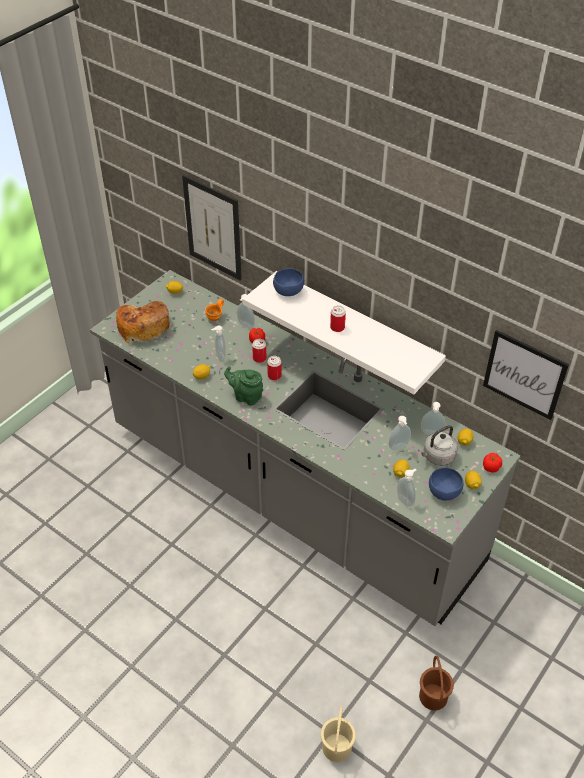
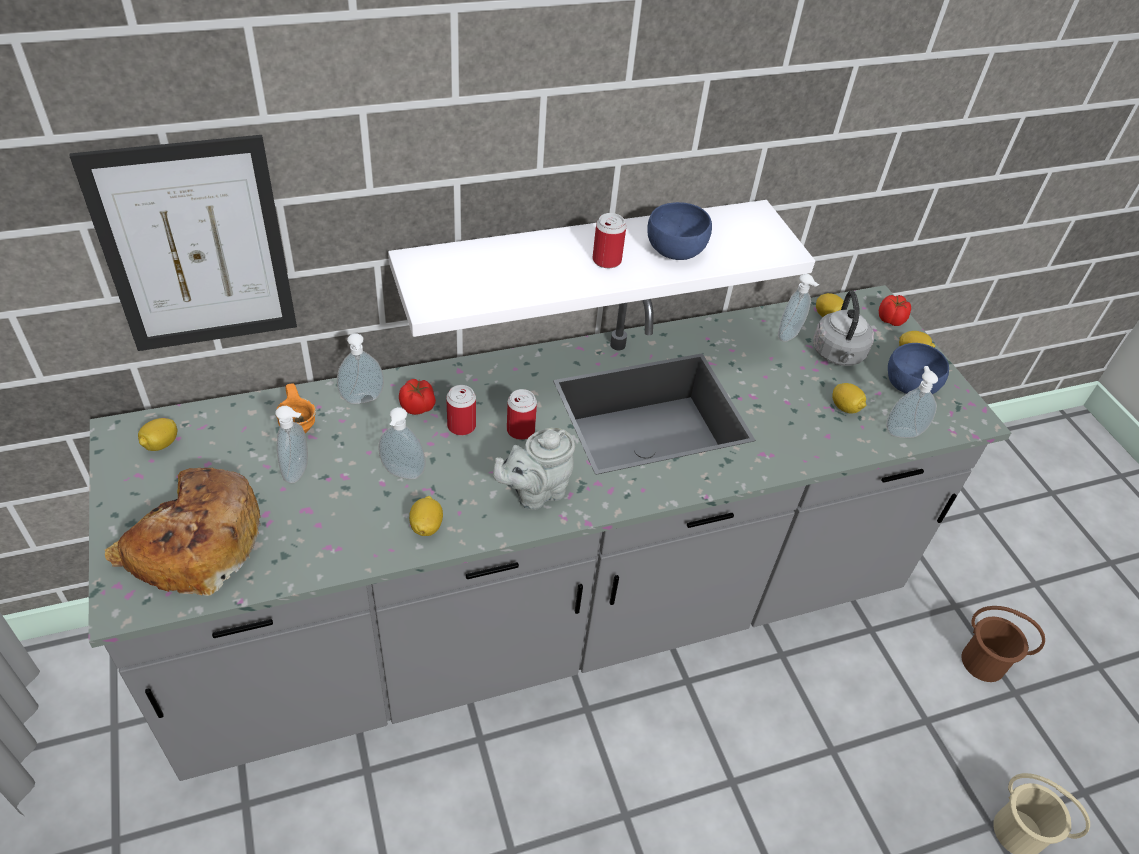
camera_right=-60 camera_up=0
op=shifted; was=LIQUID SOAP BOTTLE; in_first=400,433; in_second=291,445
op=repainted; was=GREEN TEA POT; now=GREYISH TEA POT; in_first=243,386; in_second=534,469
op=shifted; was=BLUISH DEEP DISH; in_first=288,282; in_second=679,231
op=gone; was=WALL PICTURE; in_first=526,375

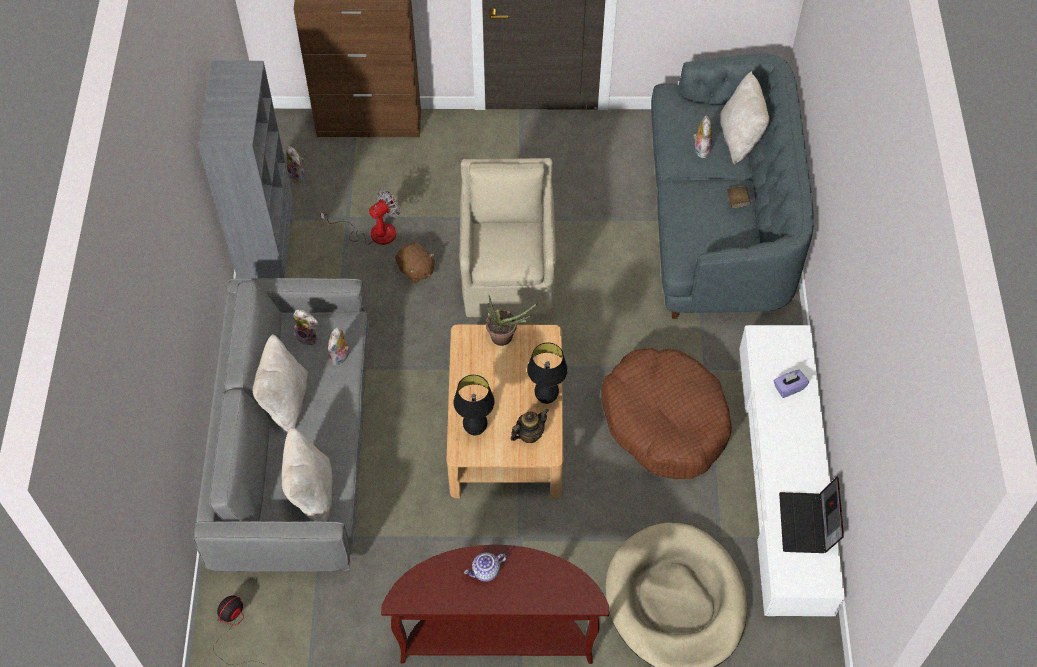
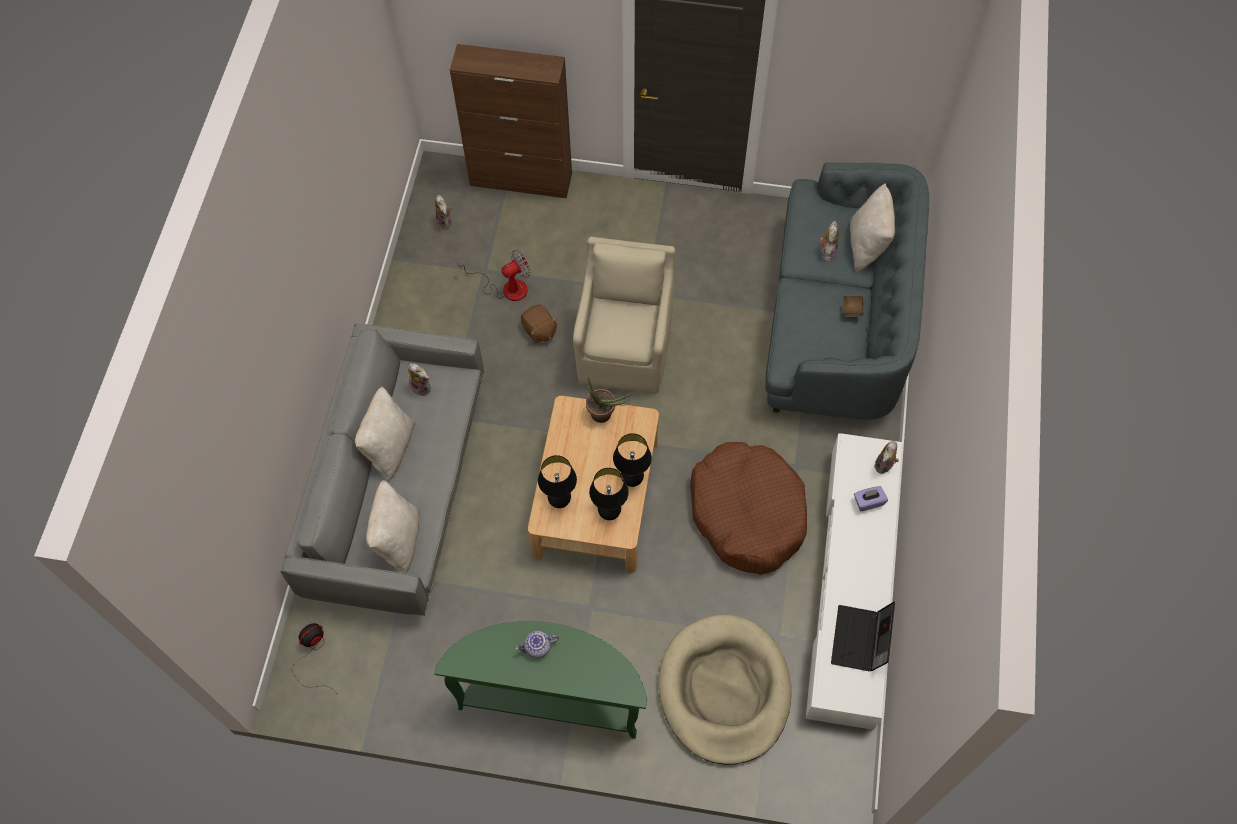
camera_right=10 camera_up=5
op=repainted; was=BROWN-COLOURED NARROW TABLE; now=GREEN NARROW TABLE; in_first=495,604; in_second=540,680
op=swapped; was=TEA POT; now=BLACK-COLOURED TABLETOP LAMP; in_first=529,426; in_second=609,494
op=shifted; was=CUDDLY TOY; in_first=338,346; in_second=886,457
op=gone; was=GREYISH SHELVING UNIT; in_first=245,170

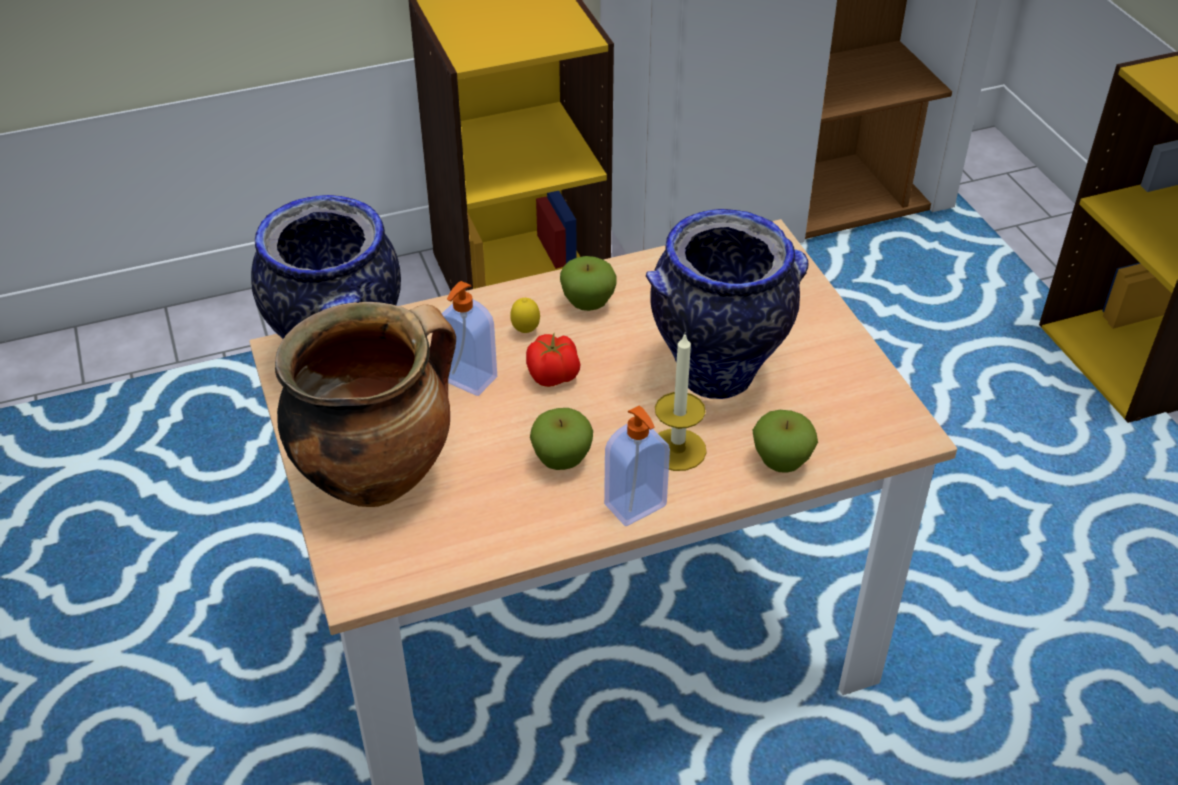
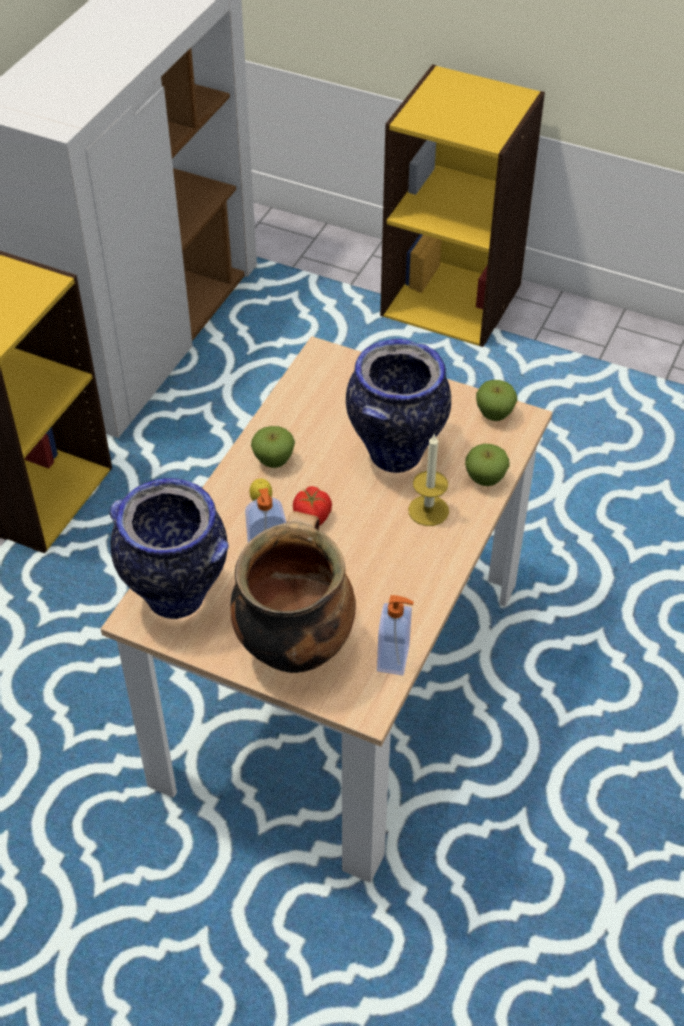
camera_right=-45 camera_up=5
op=shifted; was=LIQUID SOAP BOTTLE; in_first=637,466; in_second=395,635
op=shifted; was=APPLE; in_first=561,439; in_second=496,400

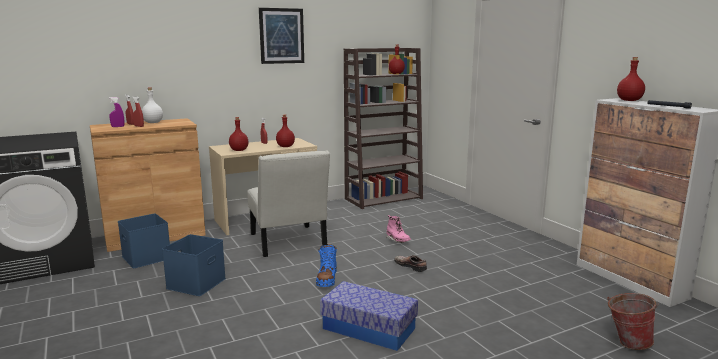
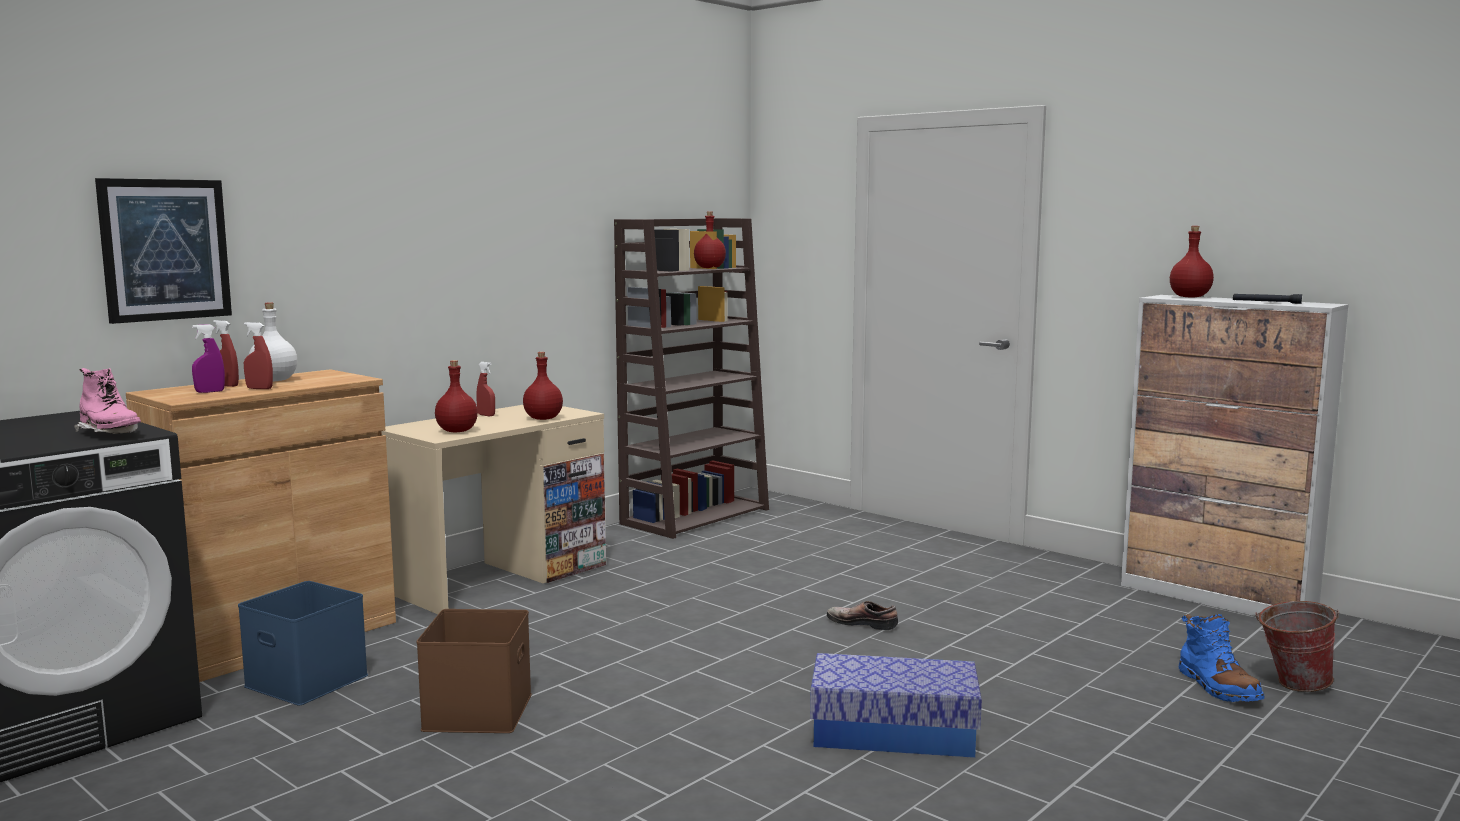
camera_right=-20 camera_up=-5
op=shifted; was=PINKISH BOOT; in_first=398,229; in_second=107,401
op=shifted; was=WALL PICTURE; in_first=281,36; in_second=163,251
op=repainted; was=BLUISH STORAGE BOX; now=BROWN-COLOURED STORAGE BOX; in_first=194,265; in_second=474,671
op=shifted; was=BLUISH BOOT; in_first=326,265; in_second=1222,658
op=gone; was=WHITE-COLOURED PLAIN CHAIR; in_first=288,203

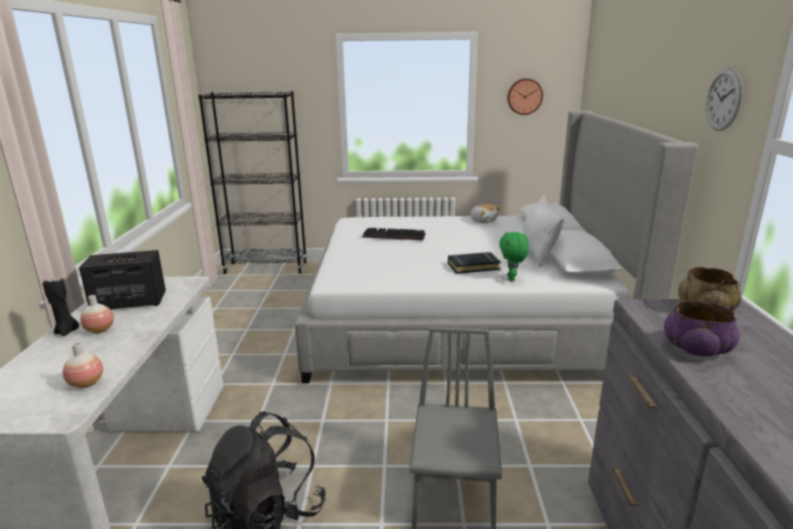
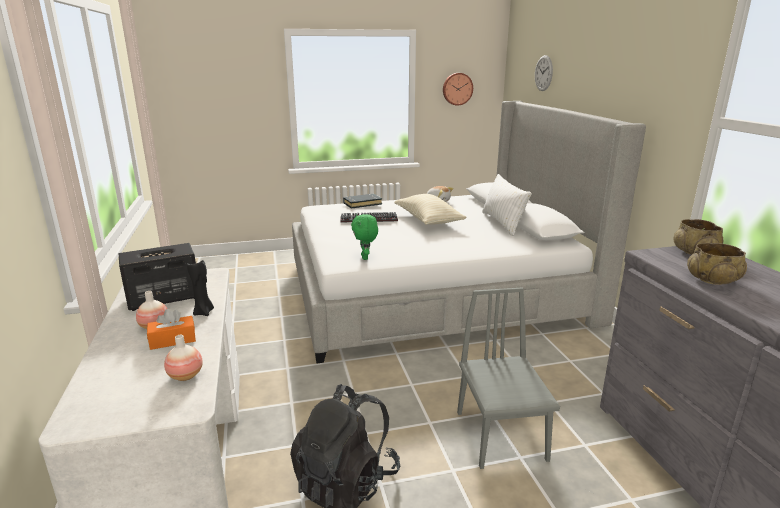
camera_right=-15 camera_up=0
op=new; now=ORANGE TISSUE HOLDER; in_second=171,329
op=shifted; was=BLACK-COLOURED WAX CANDLE; in_first=61,307; in_second=200,288
op=shifted; was=BLACK-COLOURED VOLUME; in_first=474,263; in_second=362,201
op=shifted; was=GREEN CUDDLY TOY; in_first=514,256; in_second=364,237
op=new; now=BEIGE CUSHION; in_second=430,209
op=shifted; was=CLOCK ON THE WALL; in_first=724,99; in_second=544,73
op=repainted; was=PURPLISH DEEP DISH; now=BEIGE DEEP DISH; in_first=702,329; in_second=717,264
op=gone; was=BLACK-COLOURED SHELVING UNIT; in_first=252,182

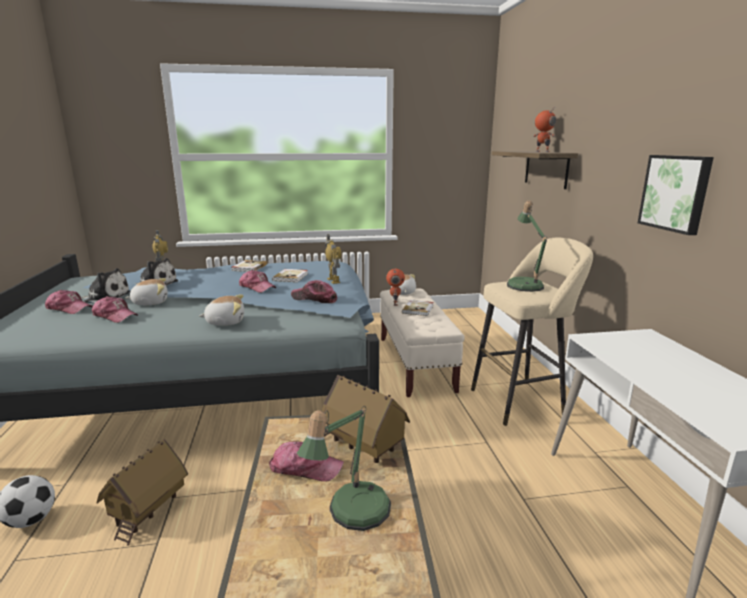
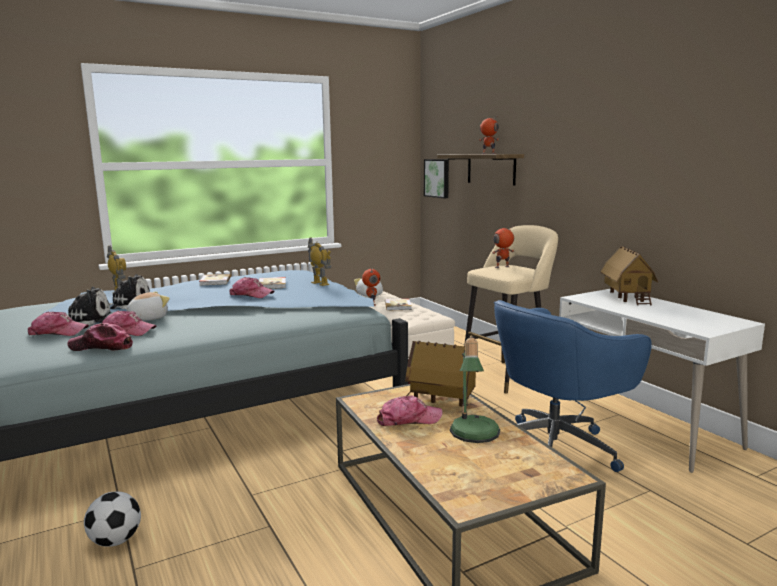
camera_right=-20 camera_up=-5
op=shifted; was=BASEBALL CAP; in_first=314,291; in_second=100,337
op=shifted; was=WALL PICTURE; in_first=676,195; in_second=436,178
op=swapped; was=TABLETOP LAMP; now=TOY ROBOT; in_first=527,246; in_second=503,247
op=new; now=BLUISH COMPUTER CHAIR; in_second=573,386
op=shifted; was=MODEL HOUSE; in_first=142,492; in_second=629,276
op=gone; was=CUDDLY TOY; in_first=221,310

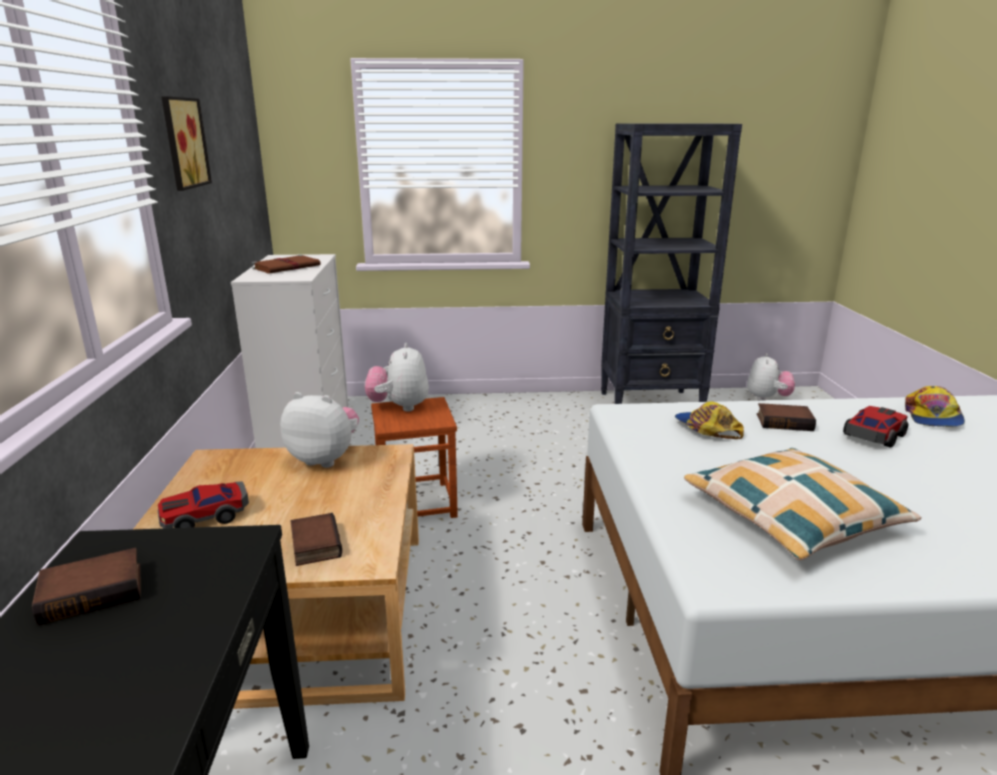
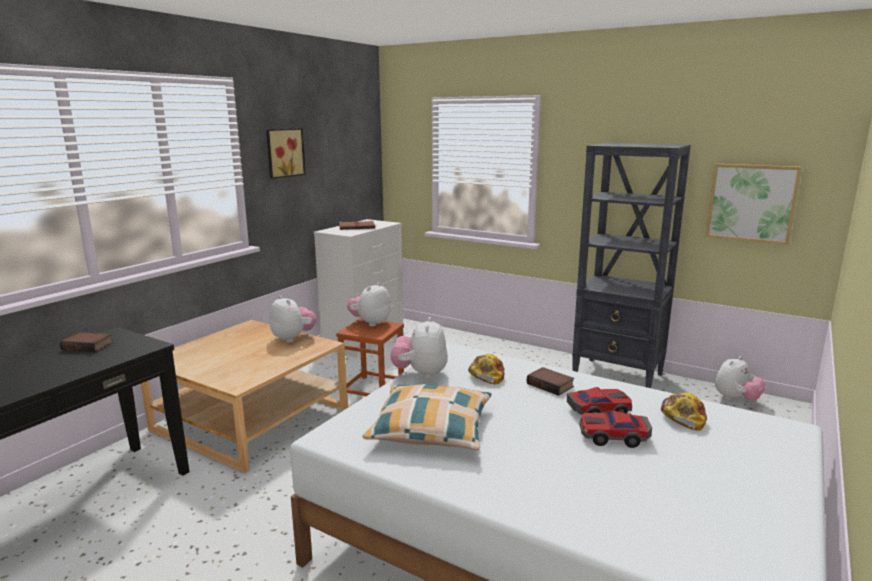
camera_right=35 camera_up=-5
op=new; now=CUDDLY TOY; in_second=419,348
op=shifted; was=MINIATURE CAR; in_first=203,504; in_second=616,429
op=rotated; was=BASEBALL CAP; in_first=935,406; in_second=684,411; clockwise=150
op=new; now=WALL PICTURE; in_second=754,204
op=gone; was=VOLUME; in_first=316,539

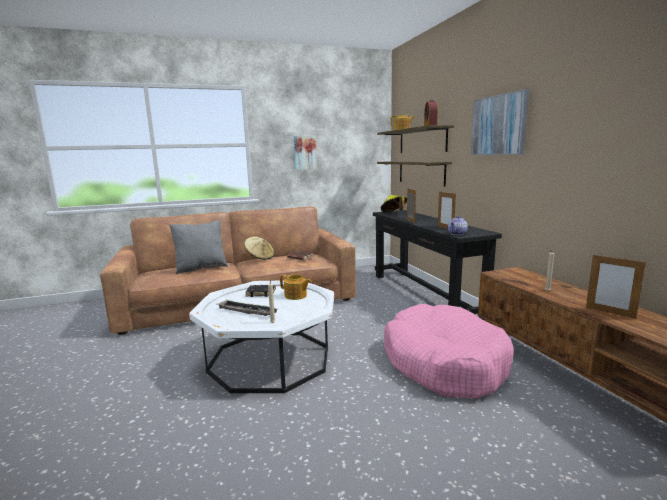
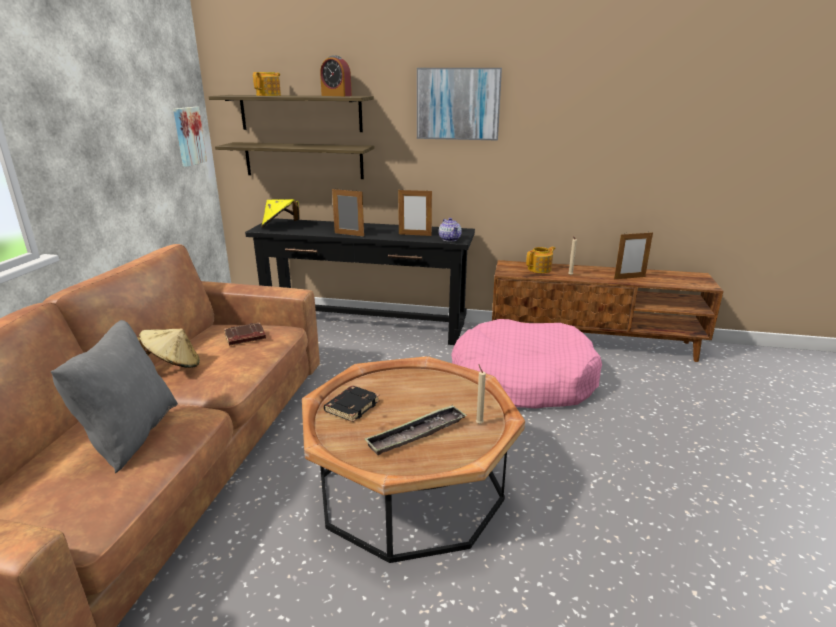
camera_right=-60 camera_up=10
op=shifted; was=WALL PICTURE; in_first=305,152; in_second=190,137
op=repainted; was=WHITE-COLOURED LOUNGE TABLE; now=BROWN-COLOURED LOUNGE TABLE; in_first=261,336; in_second=413,459
op=shifted; was=TEA POT; in_first=295,287; in_second=540,260

